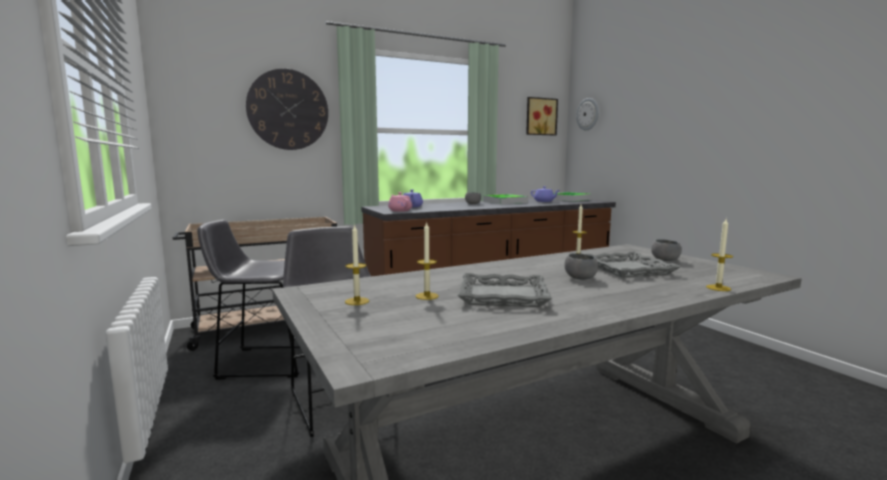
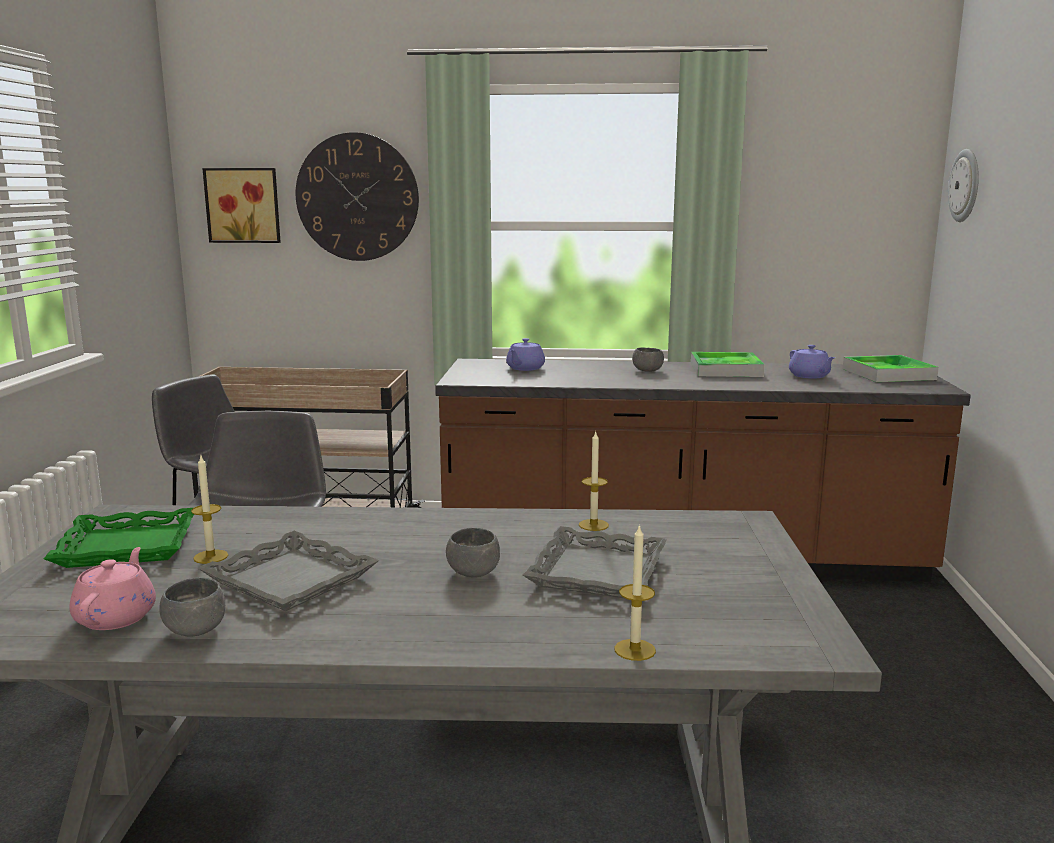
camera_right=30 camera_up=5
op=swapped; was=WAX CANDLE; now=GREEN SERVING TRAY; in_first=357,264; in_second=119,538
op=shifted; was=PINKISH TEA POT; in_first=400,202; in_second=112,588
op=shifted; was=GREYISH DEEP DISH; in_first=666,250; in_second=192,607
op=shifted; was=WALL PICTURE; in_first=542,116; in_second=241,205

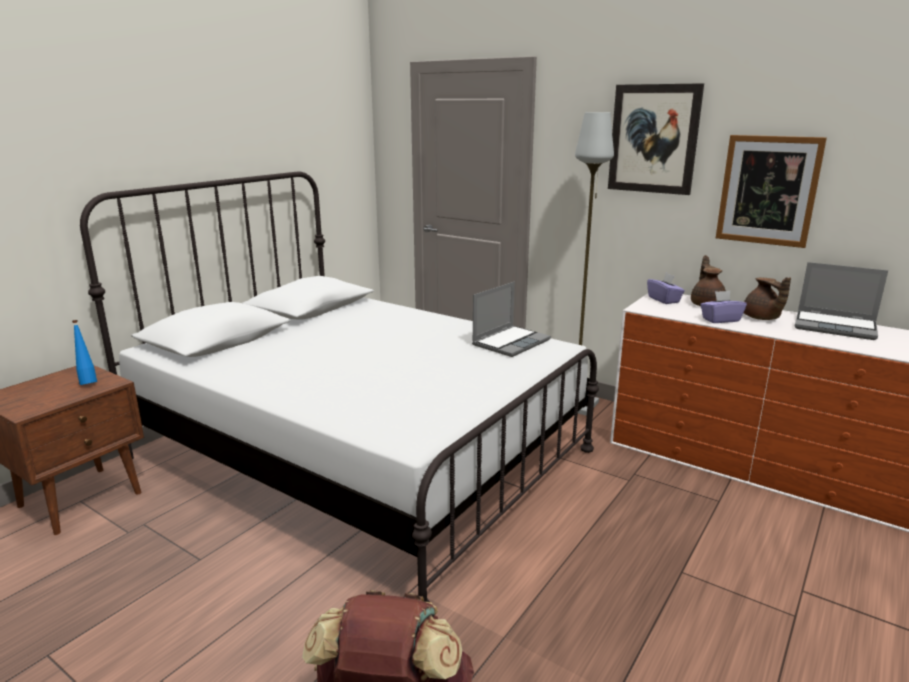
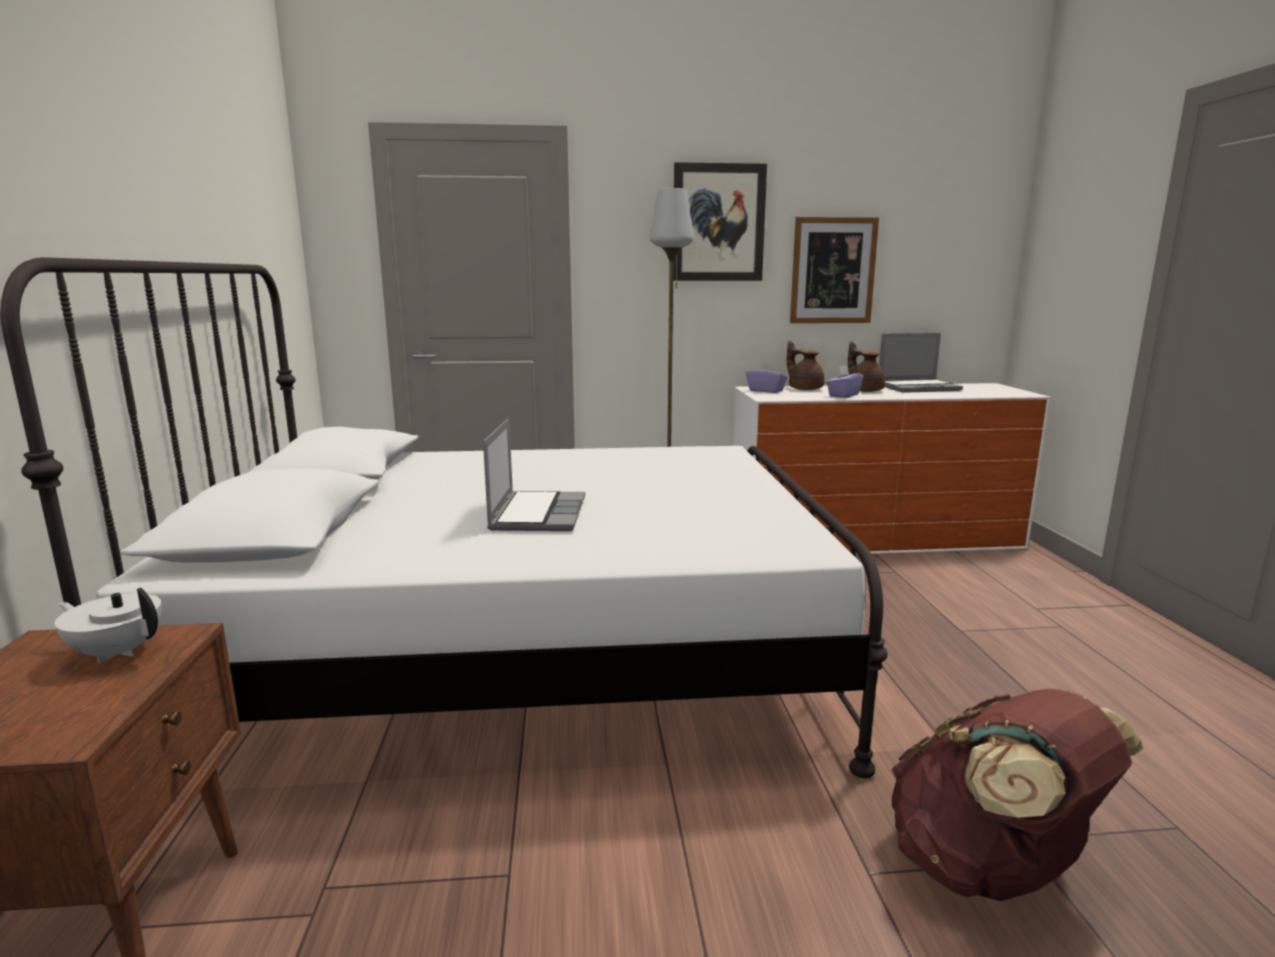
camera_right=-40 camera_up=-5
op=swapped; was=BLUISH BEVERAGE BOTTLE; now=WHITE-COLOURED TEA POT; in_first=84,352; in_second=108,625
op=shifted; was=PORTABLE COMPUTER; in_first=511,319; in_second=534,474
op=rotated; was=BROWN-COLOURED TEA POT; in_first=767,298; in_second=866,366; clockwise=-150

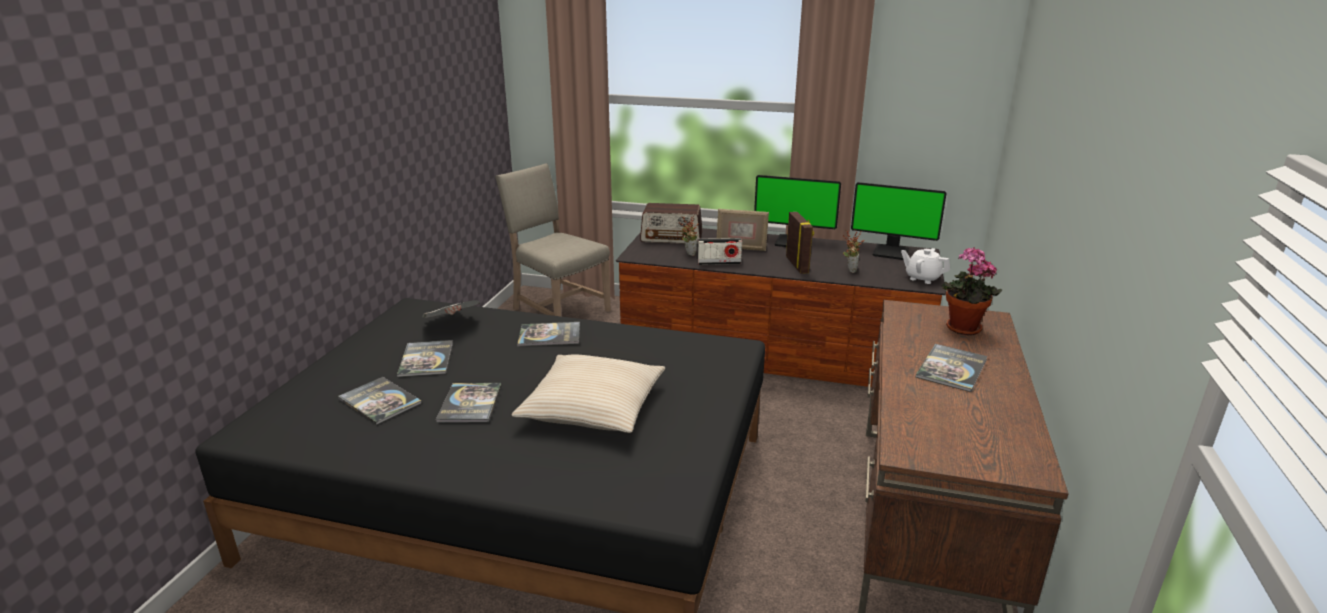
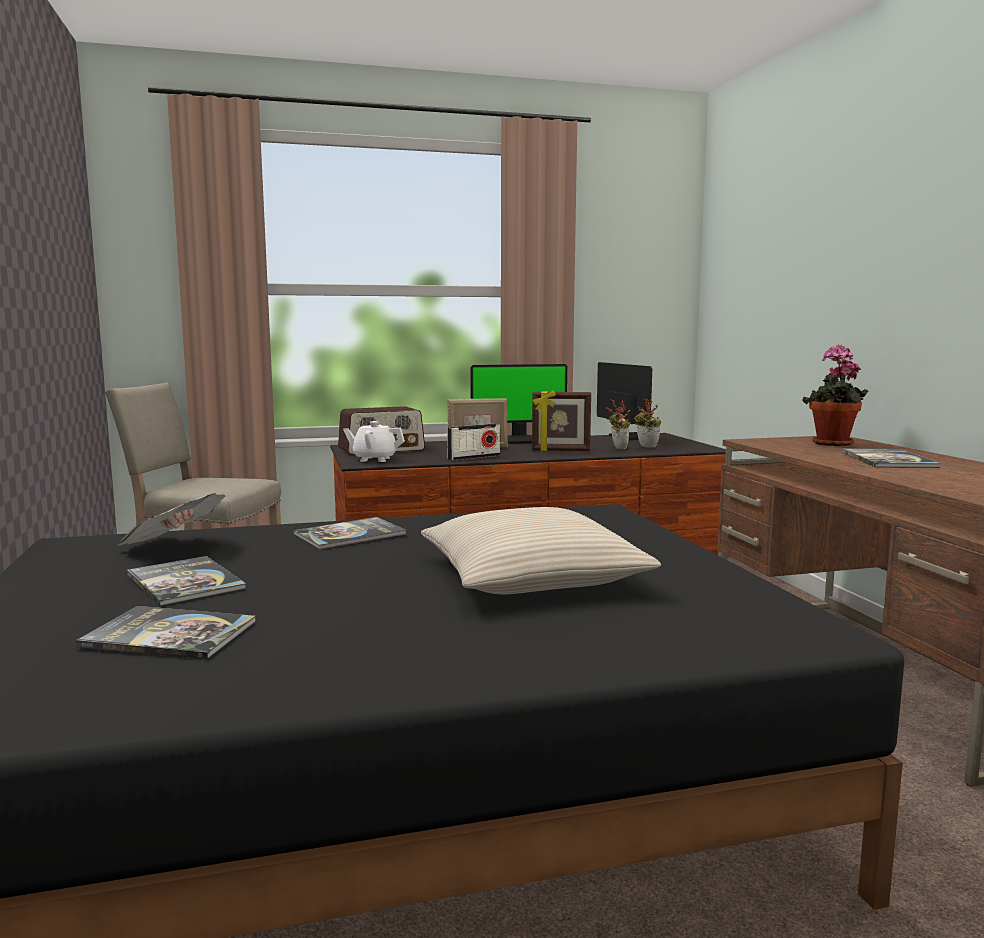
camera_right=-30 camera_up=-15
op=shifted; was=WHITE-COLOURED TEA POT; in_first=925,266; in_second=374,441
op=rotated; was=PICTURE FRAME; in_first=800,243; in_second=561,420; clockwise=135
op=rotated; was=COMPUTER DISPLAY; in_first=899,221; in_second=624,401; clockwise=-105
op=shifted; was=PLANT IN A POT; in_first=689,236; in_second=647,423
op=gone; was=VOLUME; in_first=469,403

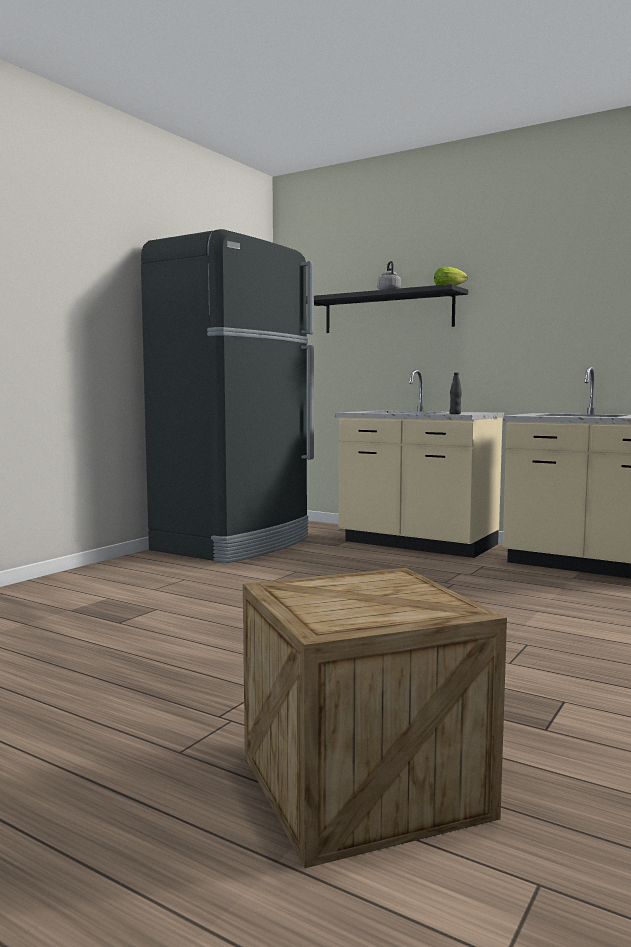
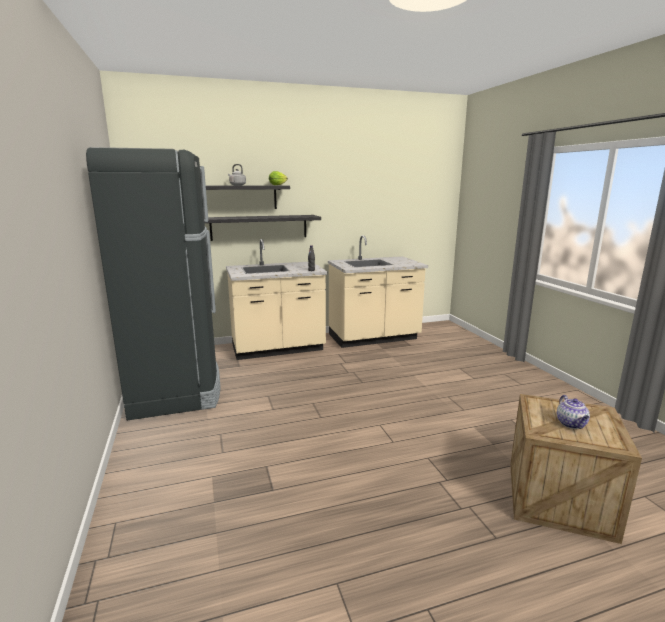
camera_right=-50 camera_up=10
op=new; now=BLACK-COLOURED WALL SHELF; in_second=263,228
op=new; now=TEA POT; in_second=573,412

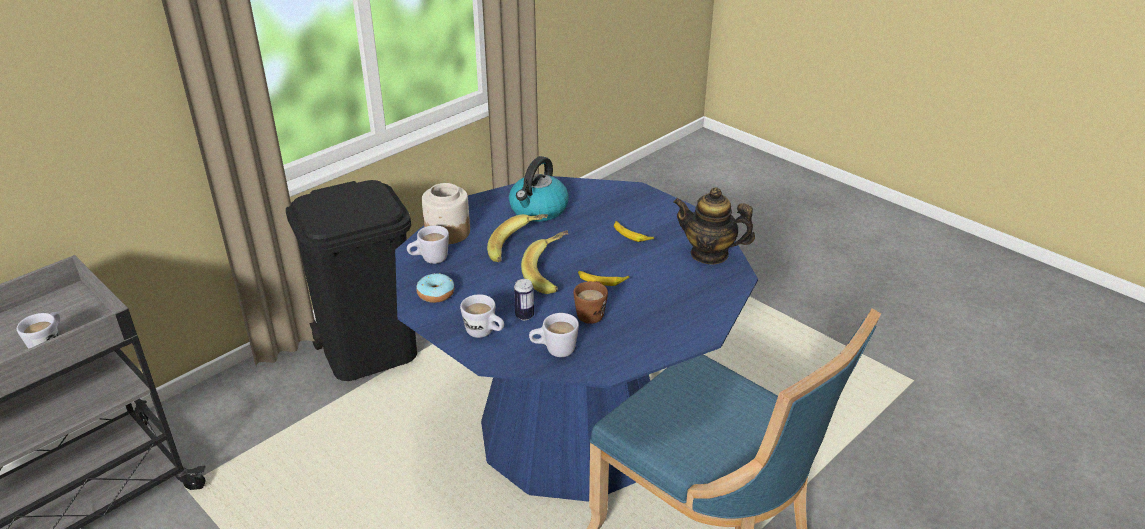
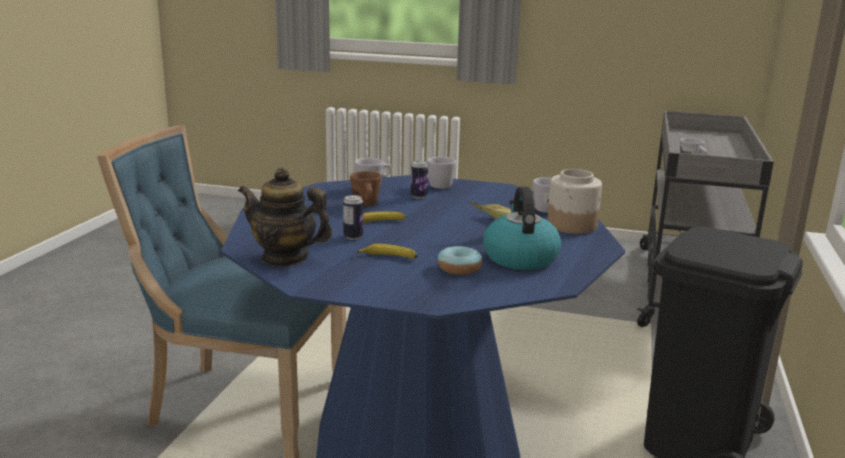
camera_right=150 camera_up=-15
op=rotated; was=TEA POT; in_first=714,226; in_second=285,217; clockwise=-150
op=new; now=METAL CAN; in_second=353,217
op=shifted; was=RING DOUGHNUT; in_first=435,288; in_second=460,260
op=gone; was=BANANA FRUIT; in_first=545,262

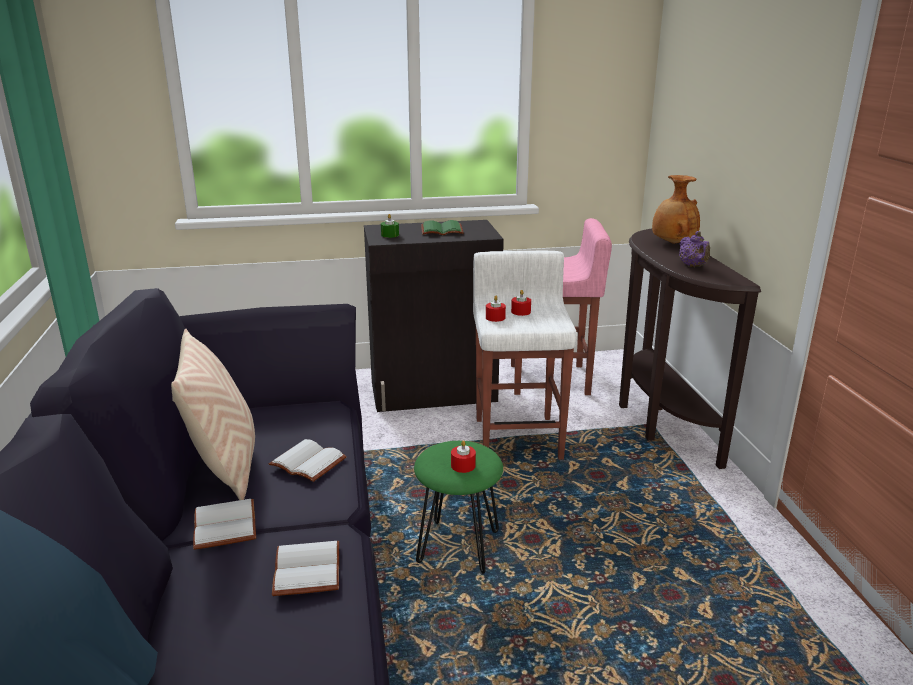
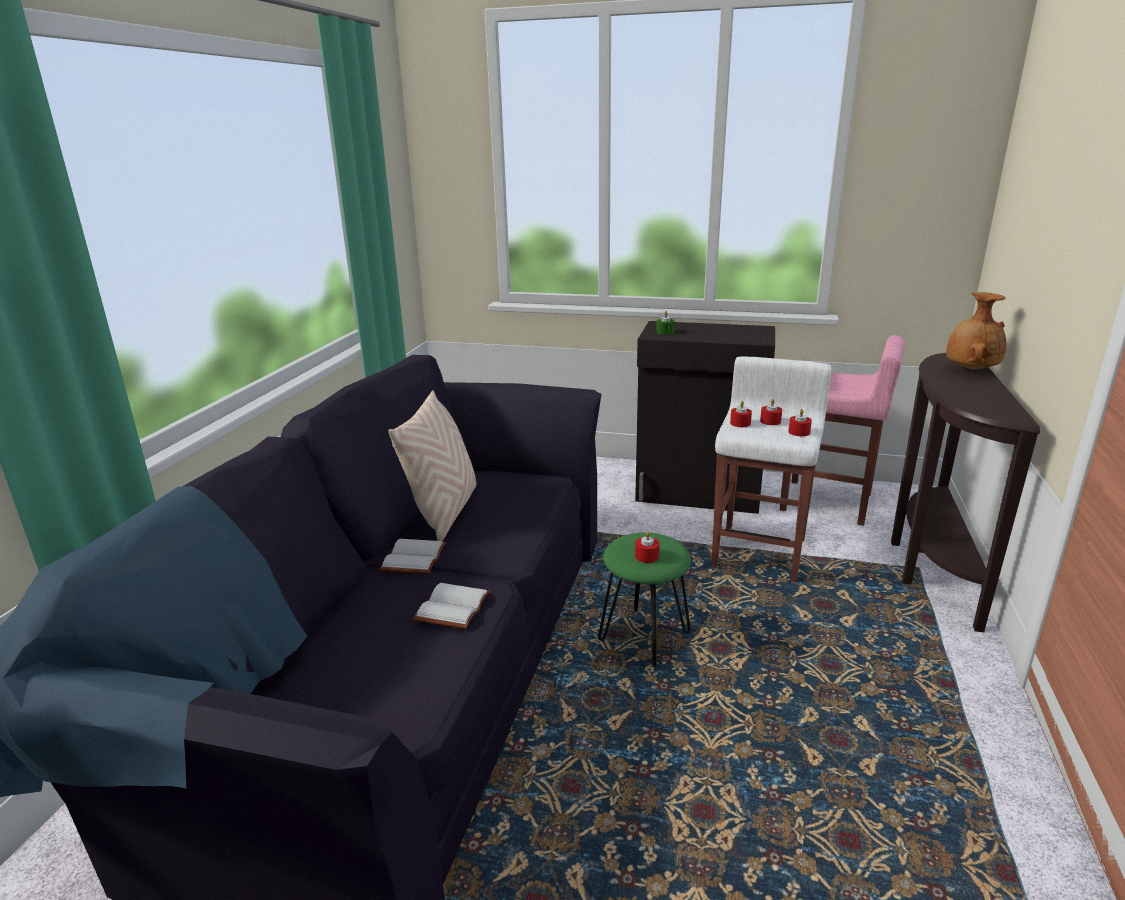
camera_right=25 camera_up=0
op=new; now=RED WAX CANDLE; in_second=800,422
op=gone; was=WHITE-COLOURED VOLUME; in_first=308,460
op=gone; was=GREEN VOLUME; in_first=442,227
op=gone; was=PURPLISH TEA POT; in_first=694,249

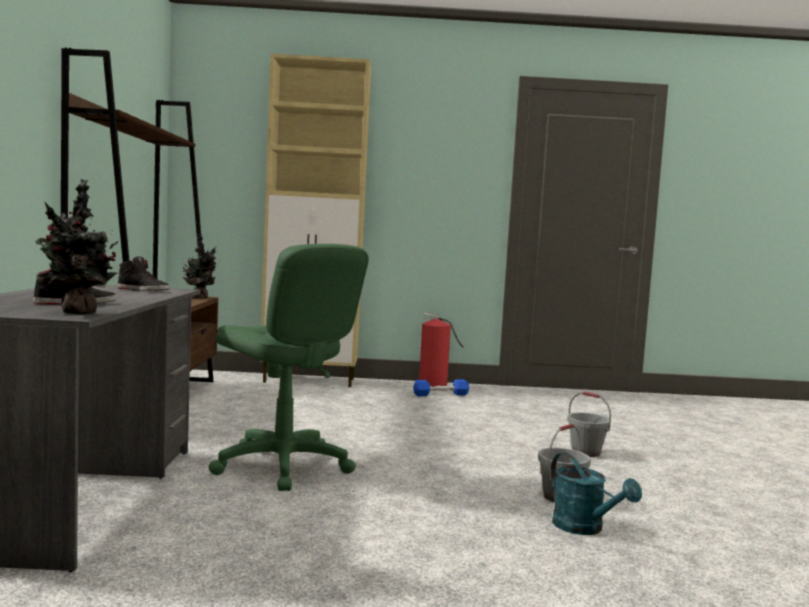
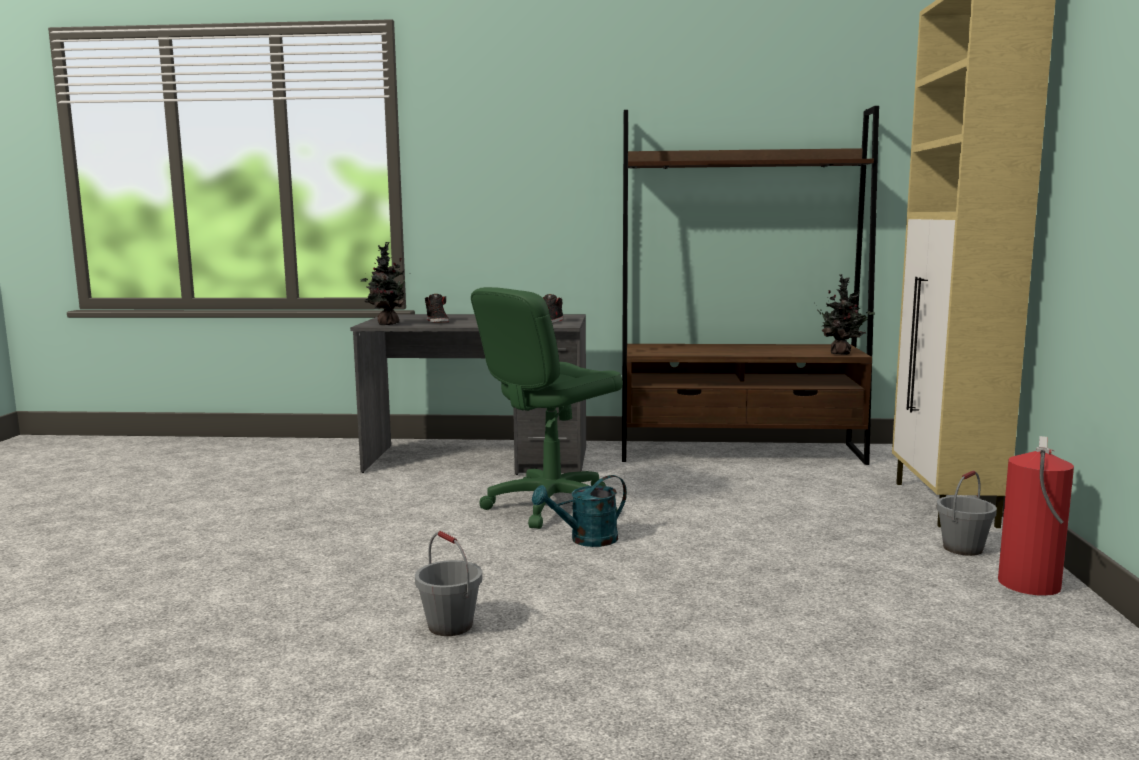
camera_right=95 camera_up=5
op=shifted; was=TURQUOISE-COLOURED SPRINKLING CAN; in_first=596,494; in_second=579,511
op=shifted; was=GREYISH PAIL; in_first=589,424; in_second=966,513
op=gone; was=BLUISH FREE WEIGHT; in_first=441,387

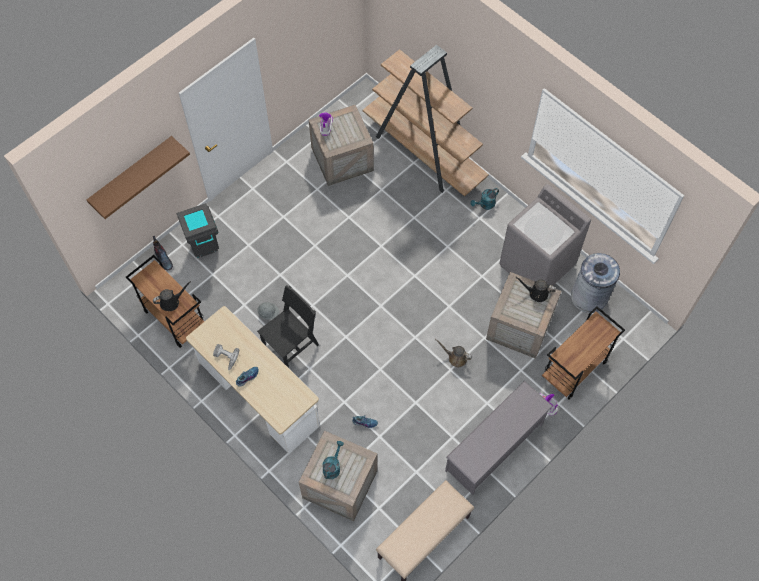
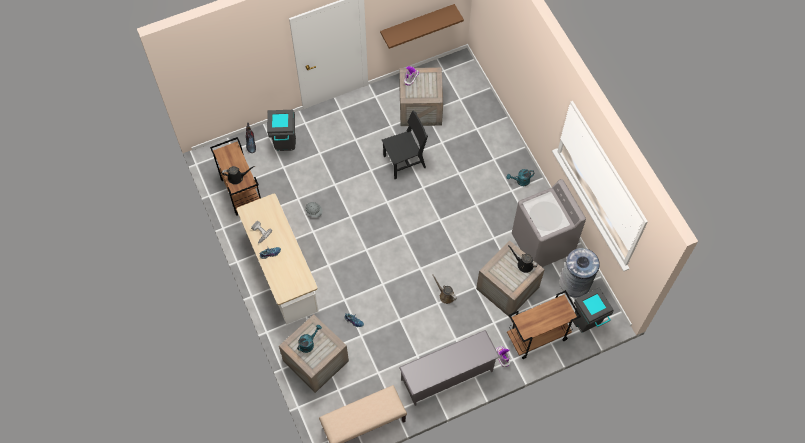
camera_right=20 camera_up=0
op=shifted; was=BROWN-COLOURED WALL SHELF; in_first=138,177; in_second=422,26
op=shifted; was=BLACK-COLOURED PLAIN CHAIR; in_first=288,326; in_second=405,144
op=new; now=GREYISH RUBBISH BIN; in_second=593,310
op=gone; was=BROWN-COLOURED SHELVING UNIT; in_first=426,120

